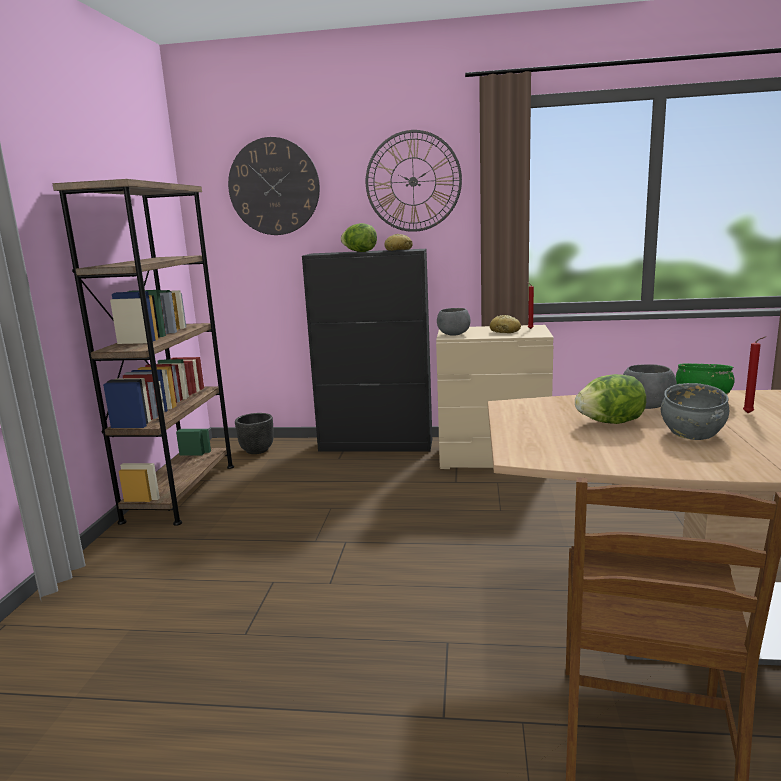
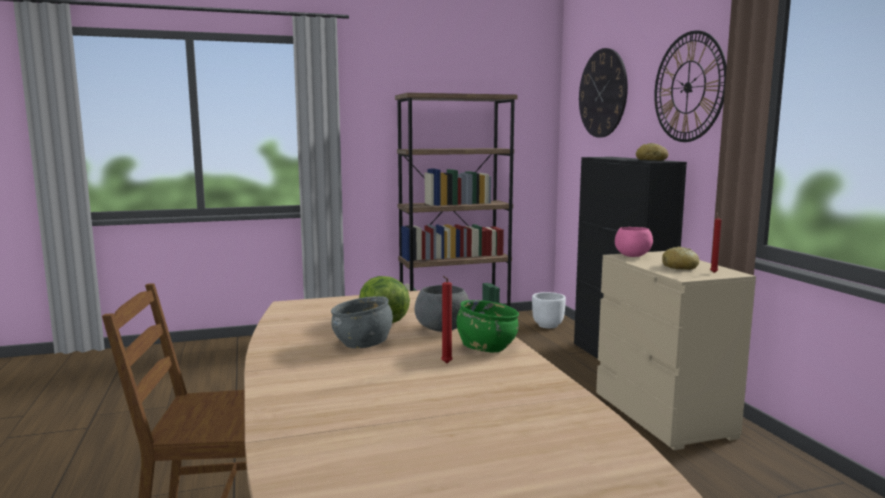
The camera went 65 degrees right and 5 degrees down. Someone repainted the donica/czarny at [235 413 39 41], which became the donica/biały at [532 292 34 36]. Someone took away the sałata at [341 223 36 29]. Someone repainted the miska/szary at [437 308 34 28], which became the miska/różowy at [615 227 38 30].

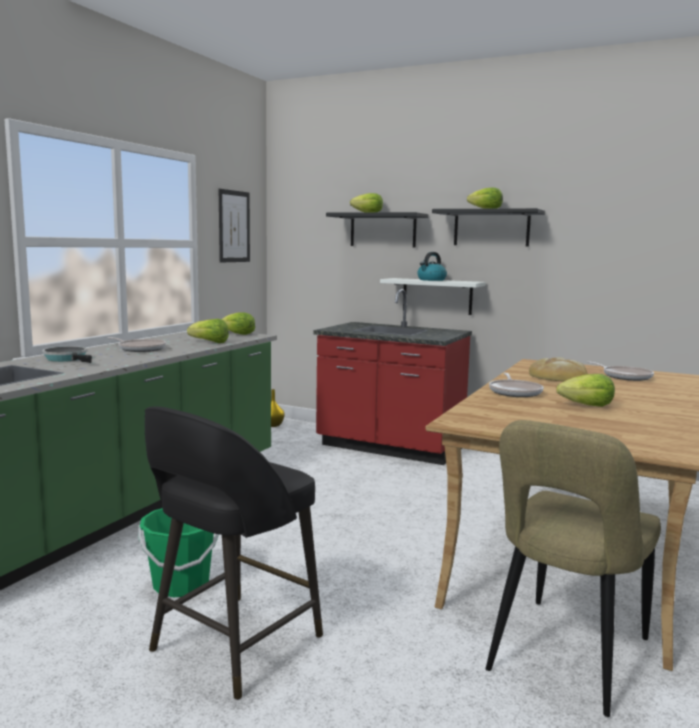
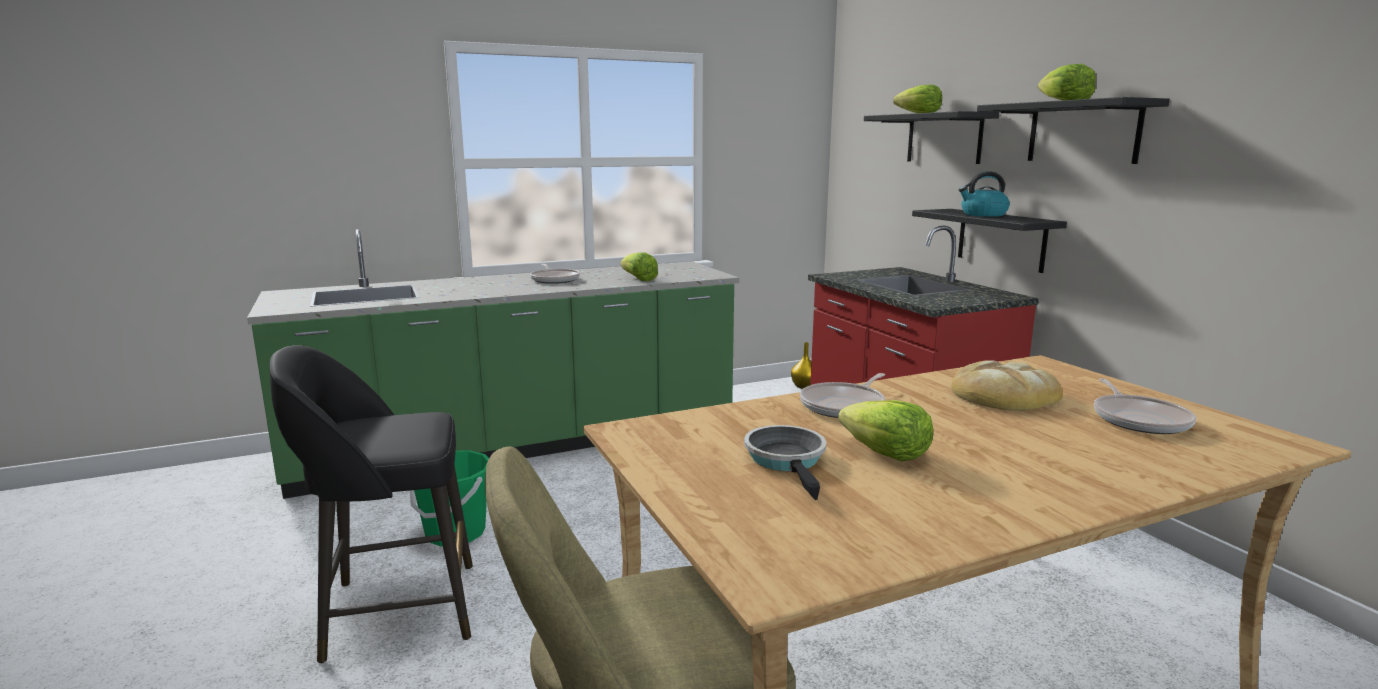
The camera went 40 degrees right and 5 degrees up. Someone carried the patelnia from [42 346 50 17] to [744 425 82 75]. Someone took away the obraz at [219 189 31 74]. Someone took away the sałata at [221 312 34 23]. Someone repainted the półka/biały at [380 278 106 37], which became the półka/czarny at [912 209 155 64].

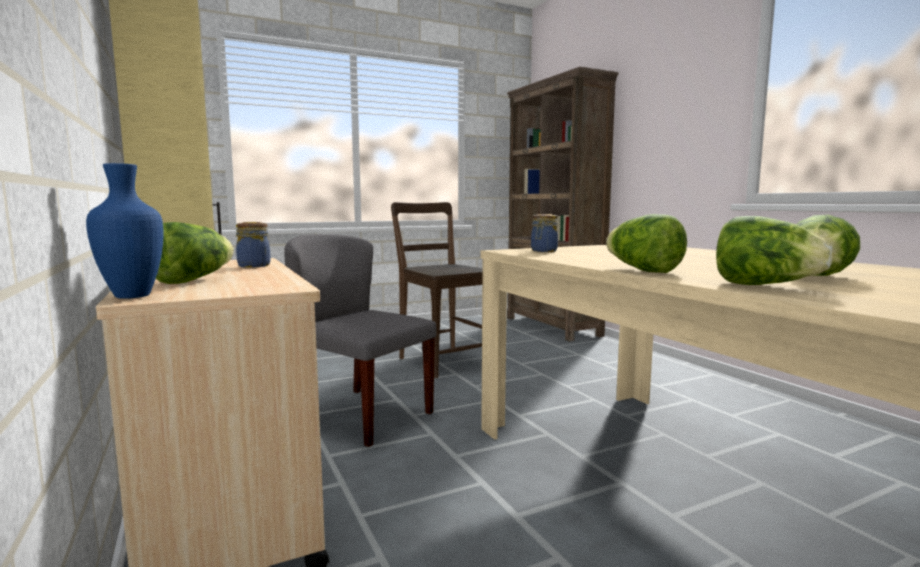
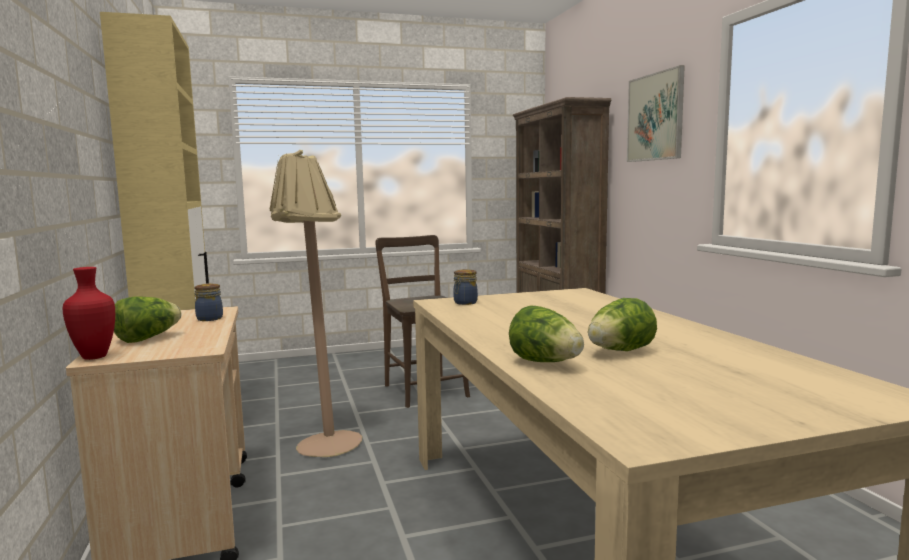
The camera went 10 degrees right and 0 degrees up. Someone repainted the wazon/niebieski at [86 163 78 136], which became the wazon/czerwony at [62 267 53 93]. Someone swapped the krzesło/szary at [284 234 153 213] for the lampa stojąca/beżowy at [270 150 92 307]. Someone took away the sałata at [606 214 81 59]. Someone put up the obraz at [627 65 58 97].

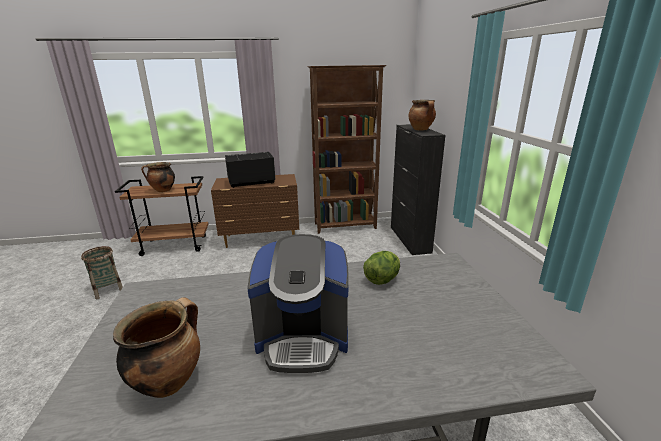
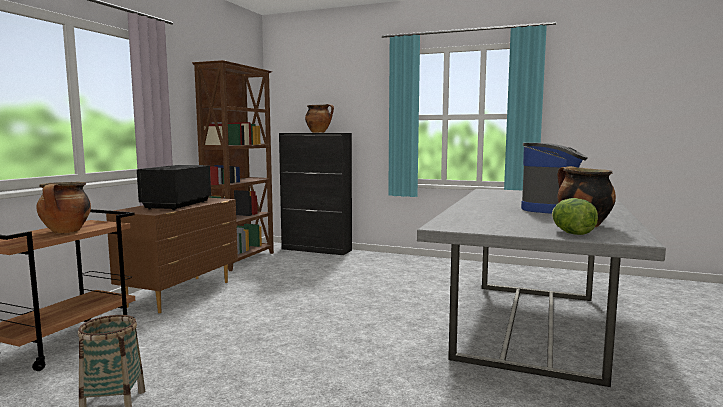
The camera went 60 degrees left and 15 degrees down. Someone carried the sałata from [363 251 37 34] to [552 198 46 37].

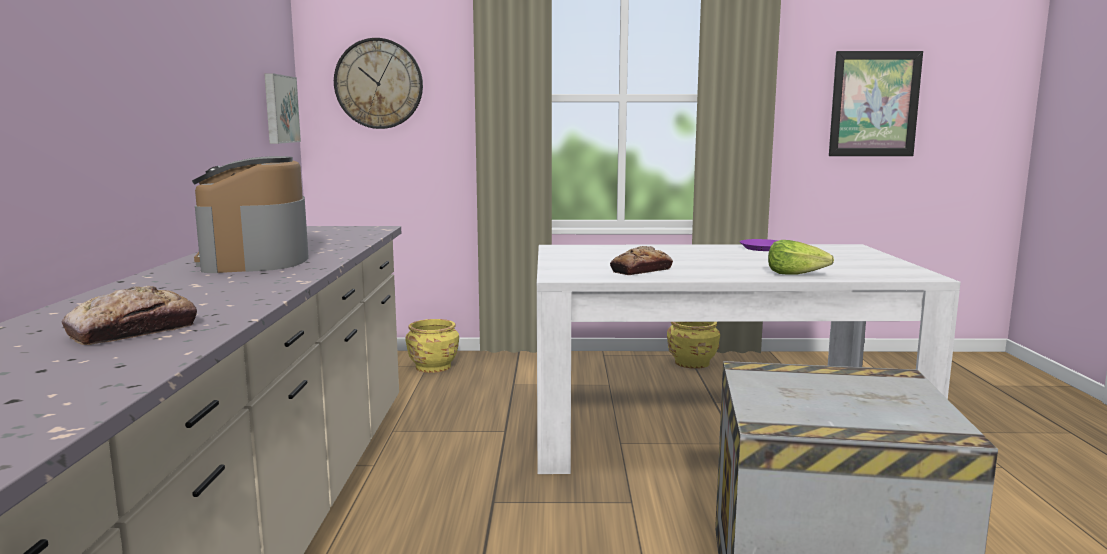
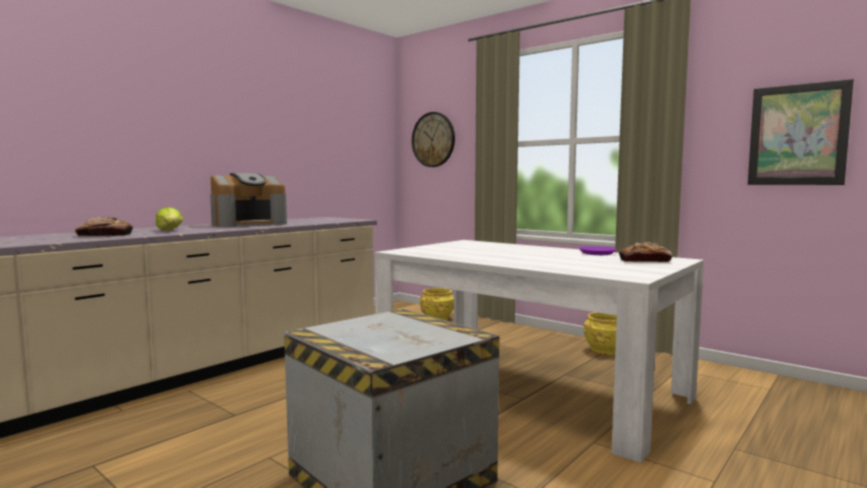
The camera went 40 degrees right and 5 degrees down. Someone rotated the ekspres do kawy at [192 156 117 117] by 150 degrees counterclockwise. Someone took away the obraz at [264 73 37 71]. Someone carried the chleb from [610 246 63 29] to [619 242 53 20]. Someone carried the sałata from [768 240 66 35] to [156 207 27 23].

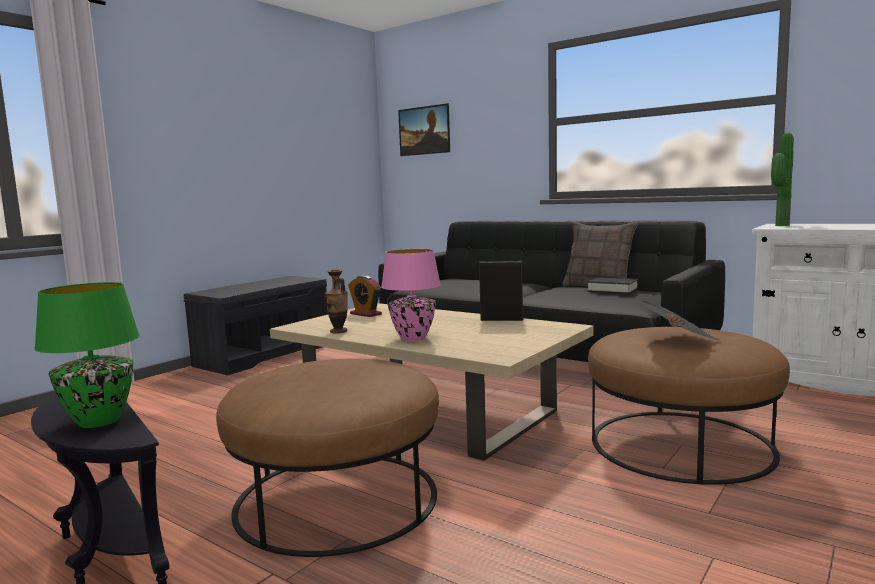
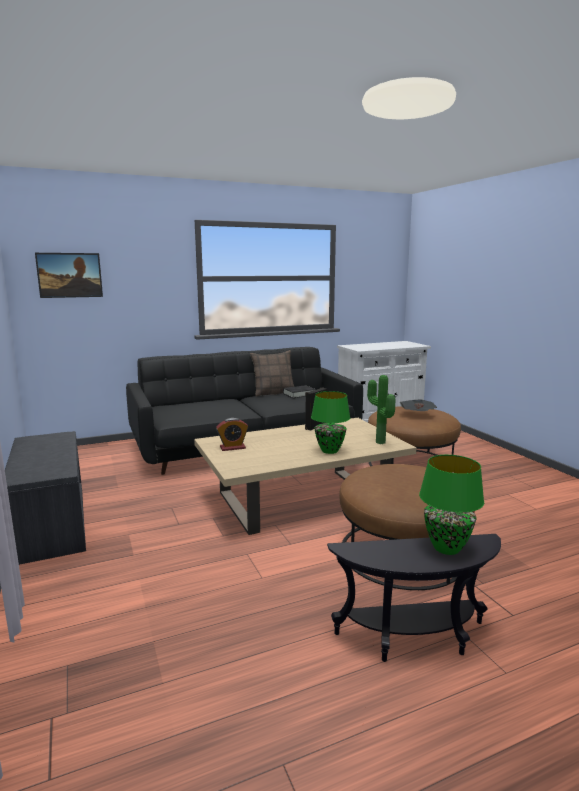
The camera went 60 degrees left and 5 degrees up. Someone took away the wazon at [325 270 23 64]. Someone repainted the lampa stołowa/różowy at [381 249 60 92], which became the lampa stołowa/zielony at [311 391 39 63]. Someone carried the roślina doniczkowa from [771 133 23 93] to [367 375 28 69].

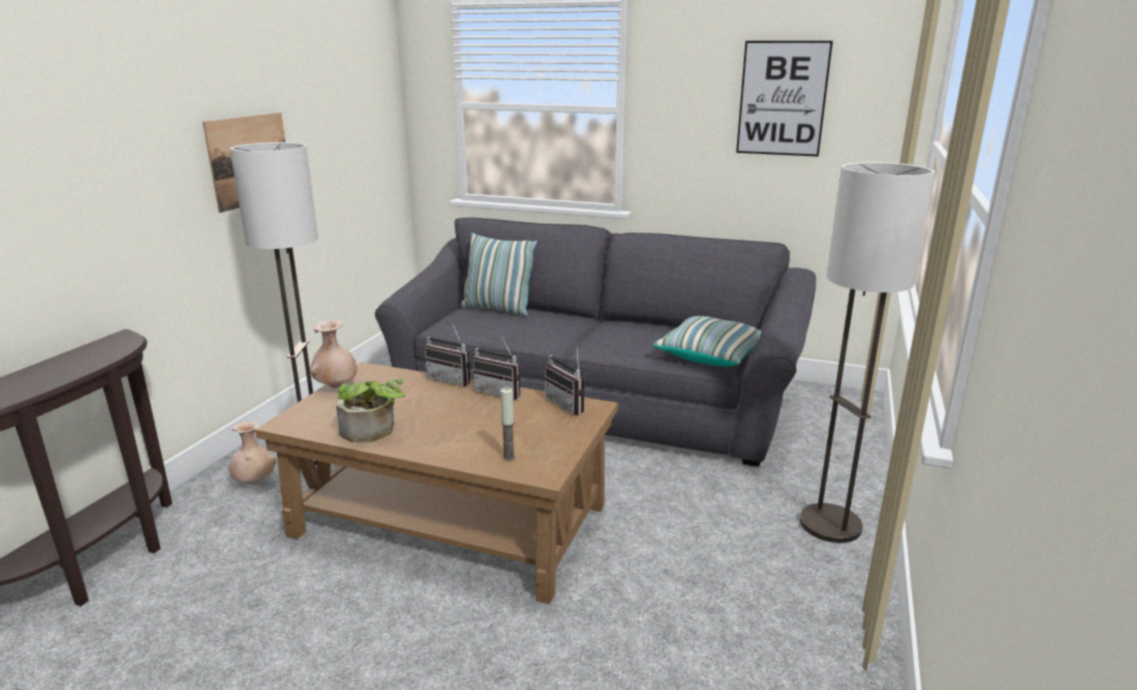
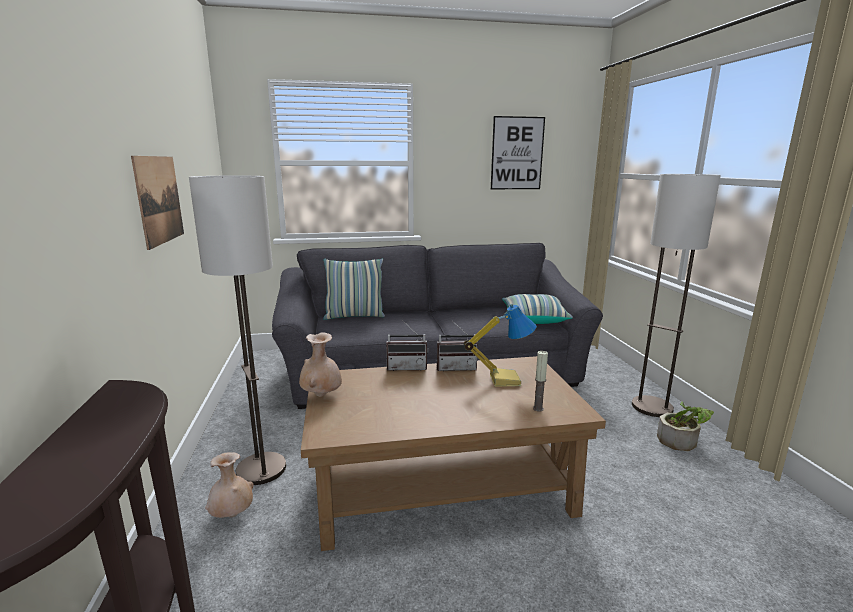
The camera went 30 degrees left and 5 degrees down. Someone carried the roślina doniczkowa from [336 378 70 64] to [657 402 57 49]. Someone took away the radio at [545 345 39 70]. Someone put down the lampa stołowa at [464 304 73 83].

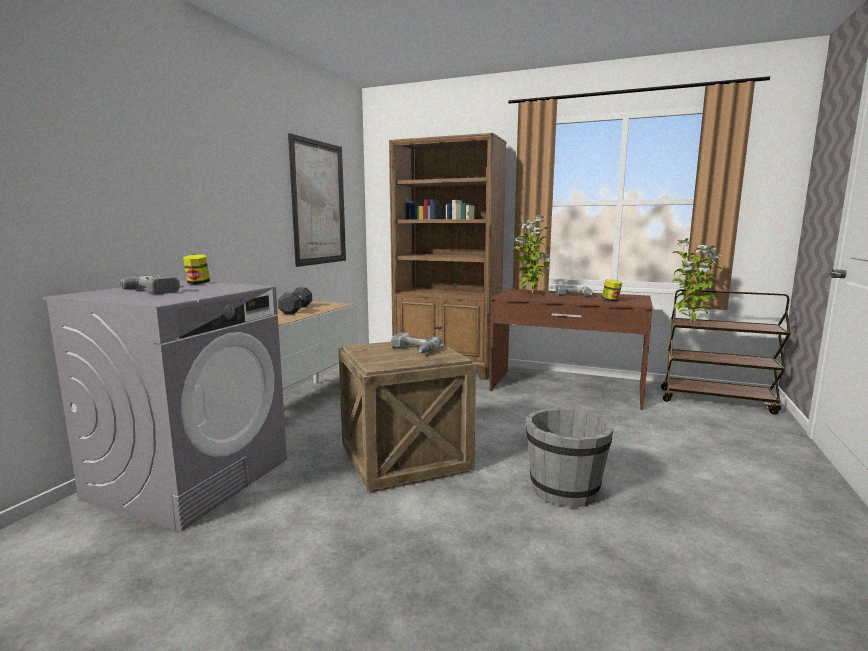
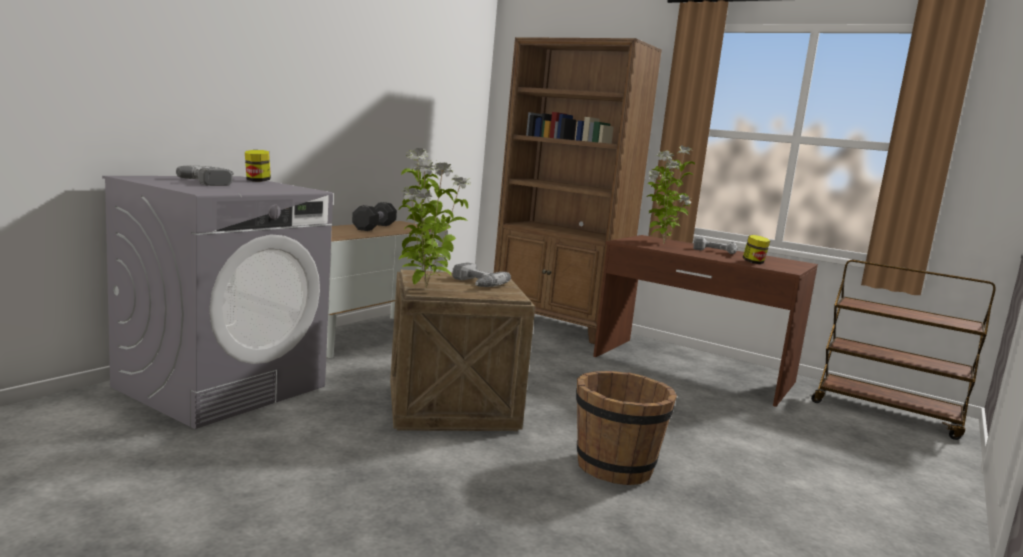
The camera went 10 degrees right and 0 degrees up. Someone took away the obraz at [288 133 58 134]. Someone repainted the wiadro/szary at [526 408 88 99], which became the wiadro/brązowy at [576 371 101 114]. Someone carried the roślina doniczkowa from [672 238 52 86] to [399 148 72 141].

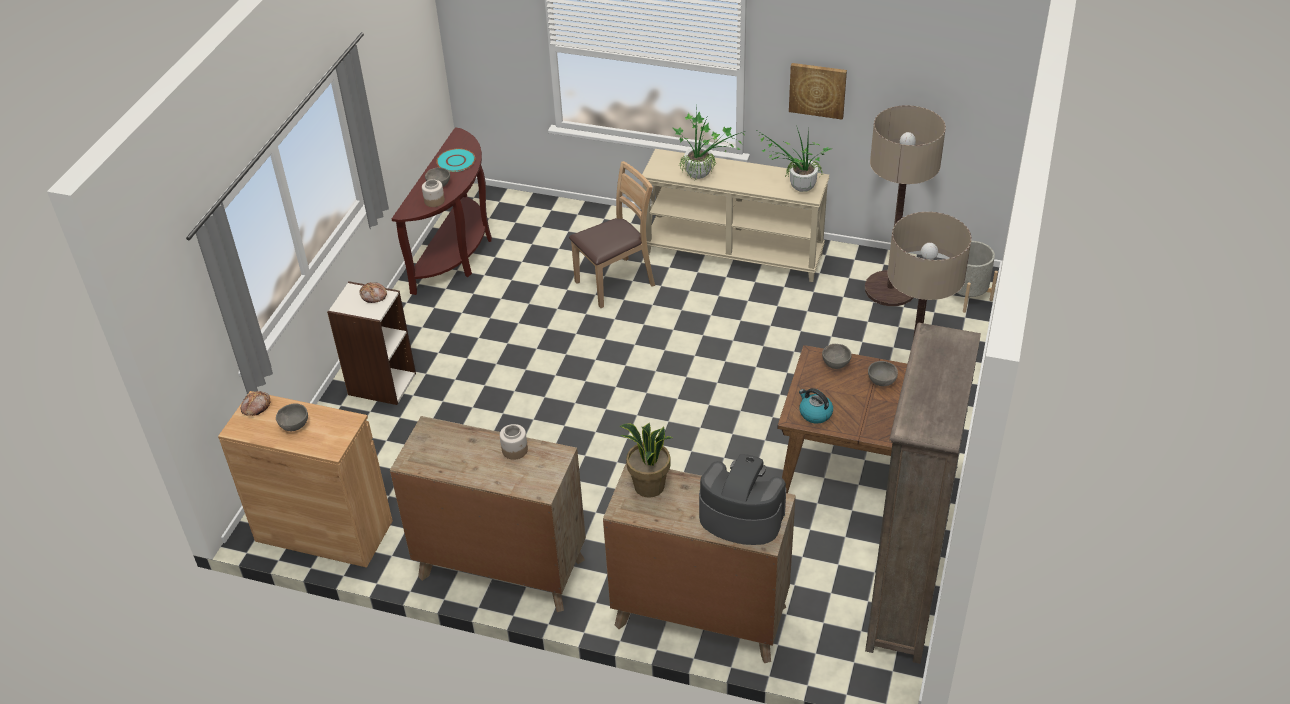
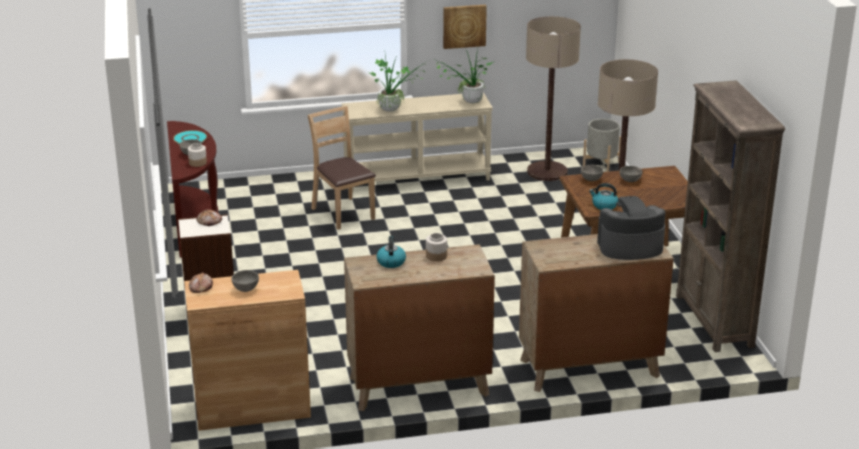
The camera went 30 degrees left and 15 degrees down. Someone rotated the krzesło/brązowy at [569 161 86 147] by 60 degrees counterclockwise. Someone took away the roślina doniczkowa at [620 423 52 75]. Someone put down the czajnik at [376 236 30 32].

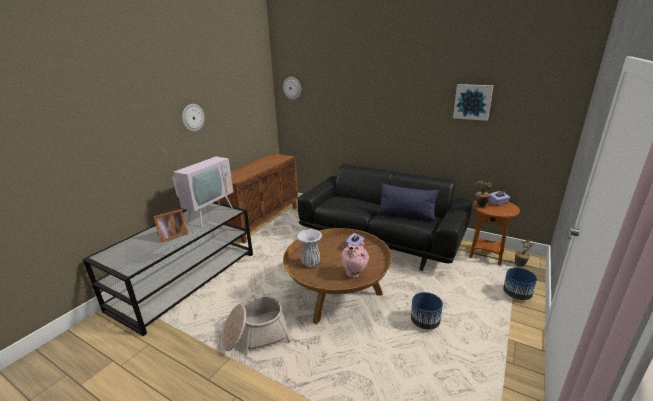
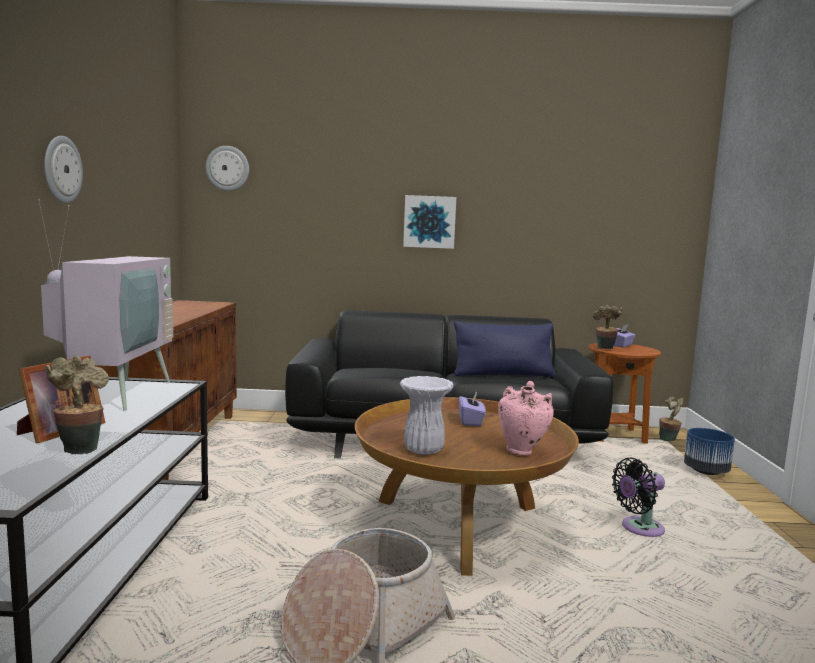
The camera went 30 degrees left and 15 degrees down. Someone swapped the donica/niebieski at [411 292 32 38] for the wentylator/czarny at [612 458 53 79]. Someone carried the obraz from [453 84 41 37] to [403 195 53 54]. Someone put down the roślina doniczkowa at [45 356 64 98].

